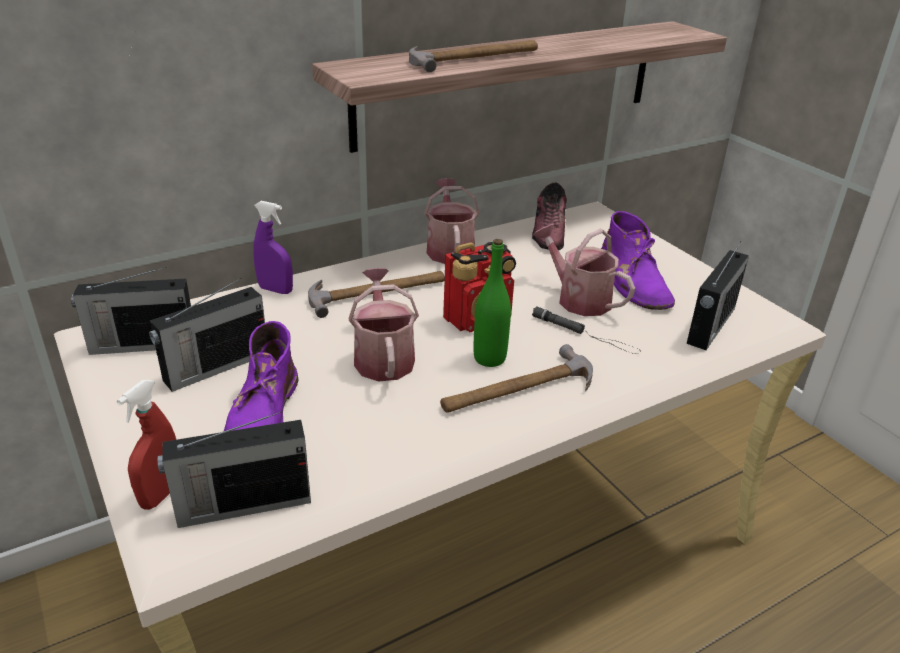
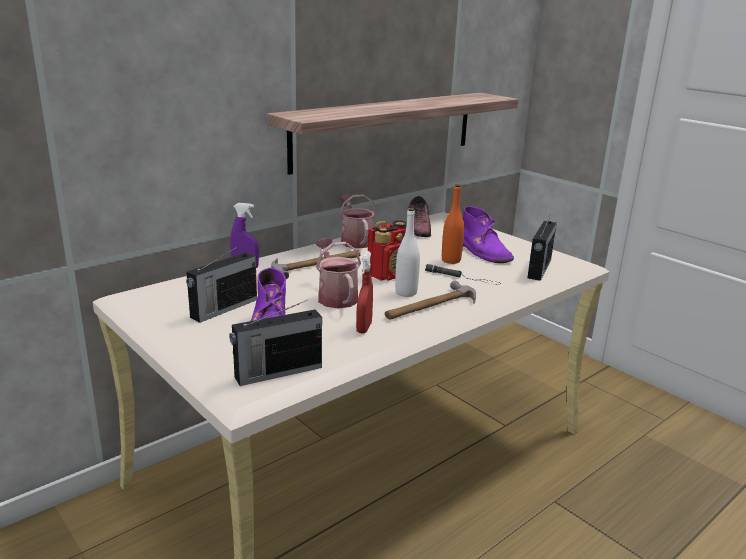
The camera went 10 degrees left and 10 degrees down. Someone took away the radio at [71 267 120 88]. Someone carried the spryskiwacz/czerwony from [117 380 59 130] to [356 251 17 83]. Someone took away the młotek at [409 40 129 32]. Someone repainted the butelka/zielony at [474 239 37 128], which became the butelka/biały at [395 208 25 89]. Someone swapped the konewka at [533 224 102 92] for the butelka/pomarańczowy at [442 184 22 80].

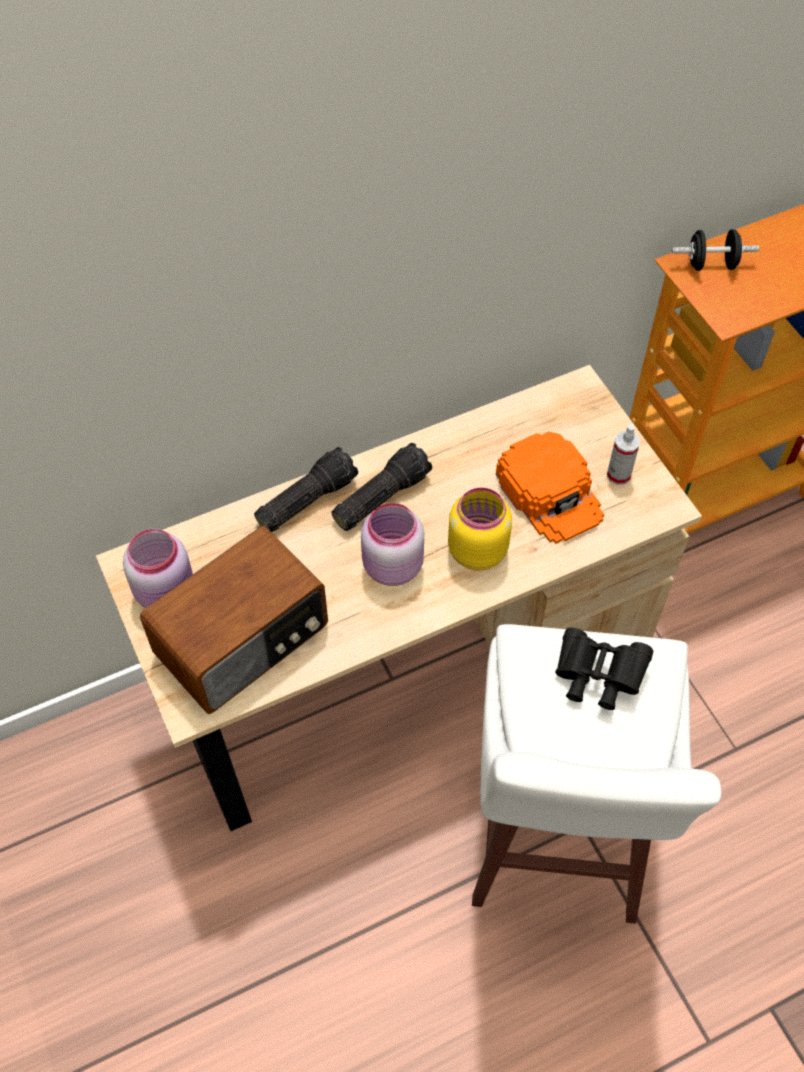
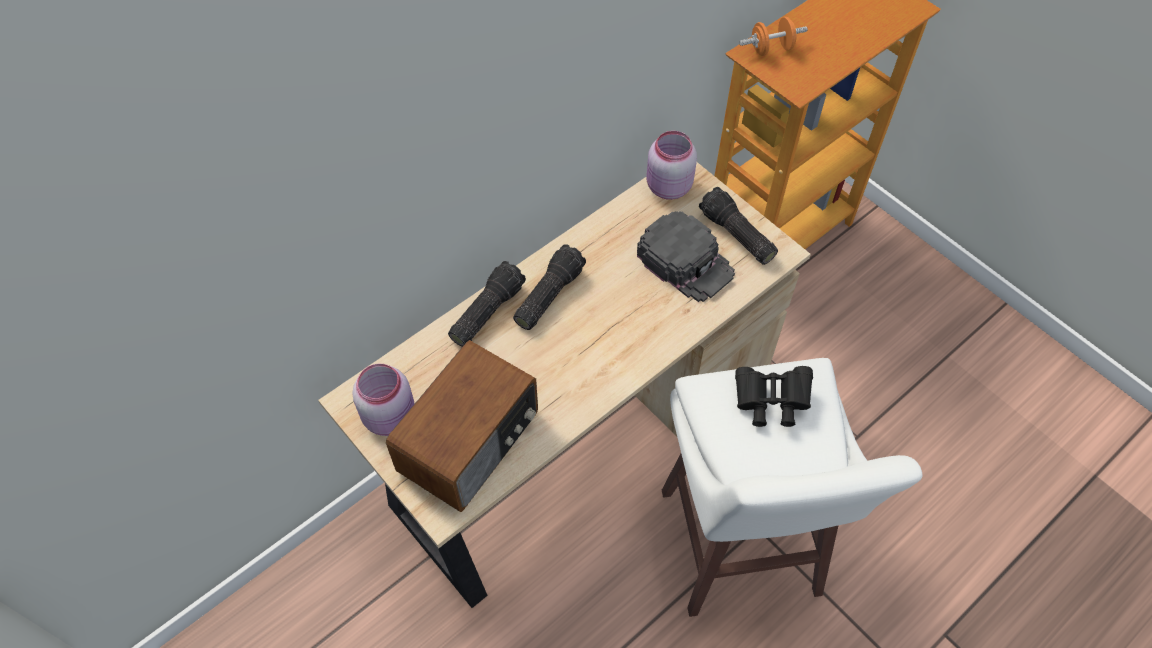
The camera went 15 degrees left and 0 degrees up. Someone carried the słoik/różowy from [361 503 63 83] to [646 131 51 69]. Someone took away the słoik/żółty at [448 487 64 84]. Someone repainted the czapka z daszkiem/pomarańczowy at [496 431 108 113], which became the czapka z daszkiem/czarny at [637 211 98 91]. Someone swapped the spryskiwacz at [607 424 33 61] for the latarka at [699 187 79 78]. Someone repainted the hantel/czarny at [672 229 87 42], which became the hantel/pomarańczowy at [739 17 69 39].

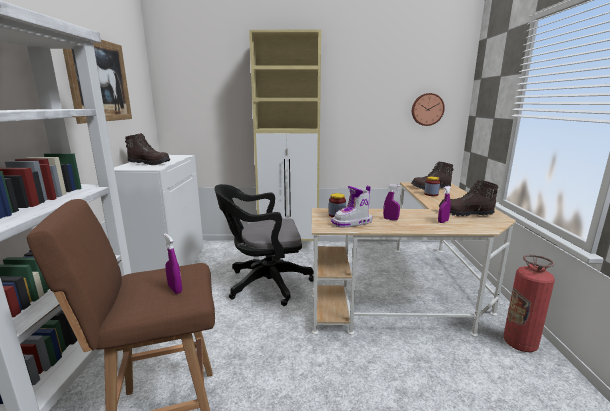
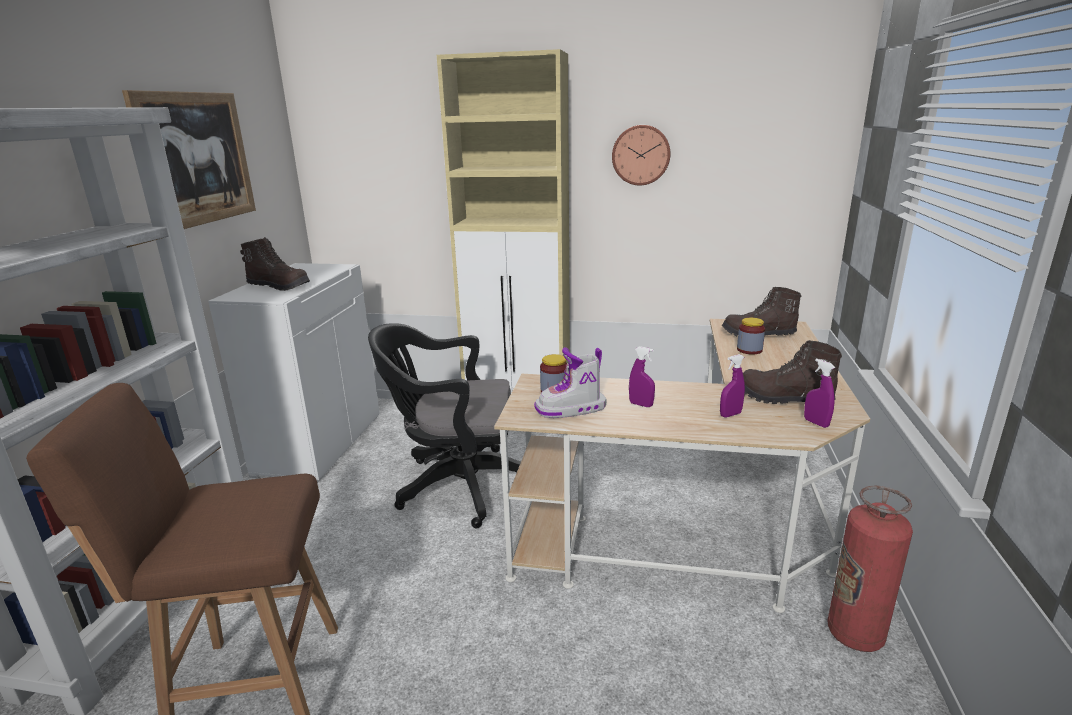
The camera went 10 degrees right and 5 degrees up. Someone carried the spryskiwacz/fioletowy from [164 234 18 60] to [804 358 31 70]. Someone carried the zegar ścienny from [412 93 33 33] to [612 125 58 60].

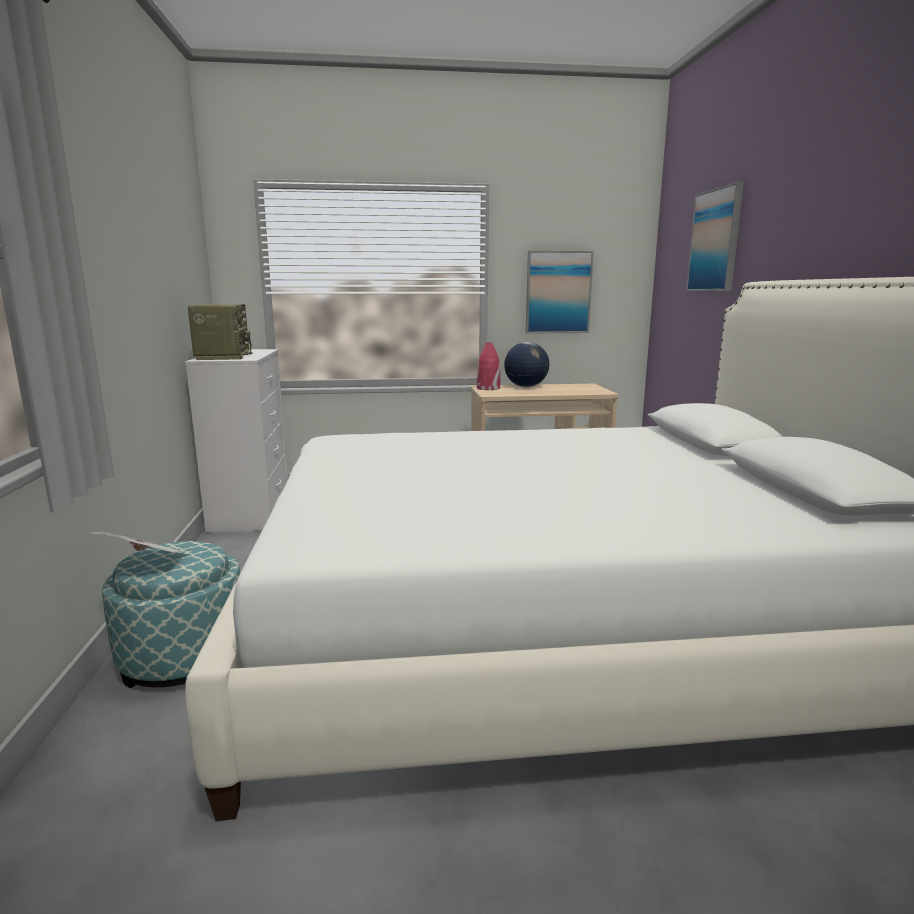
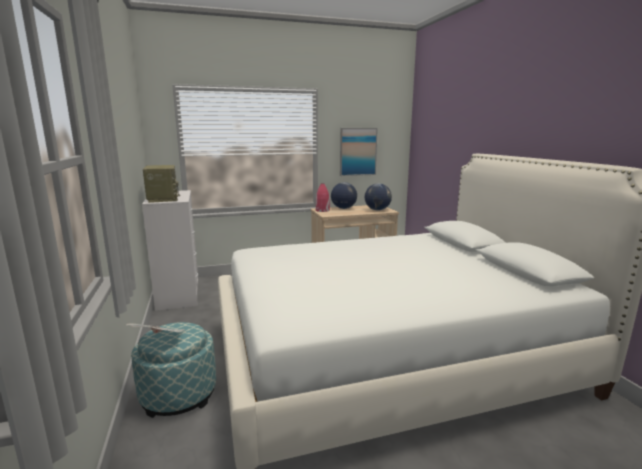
The camera went 10 degrees left and 0 degrees up. Someone took away the obraz at [686 182 58 109]. Someone put down the globus at [365 183 27 28].

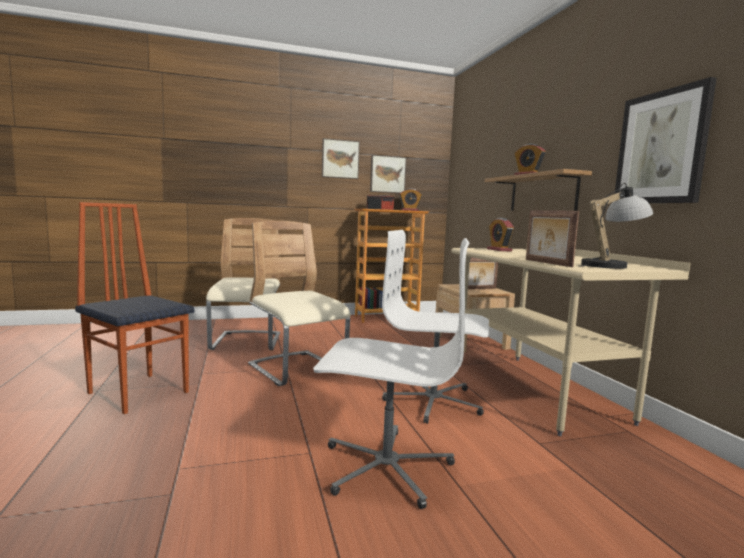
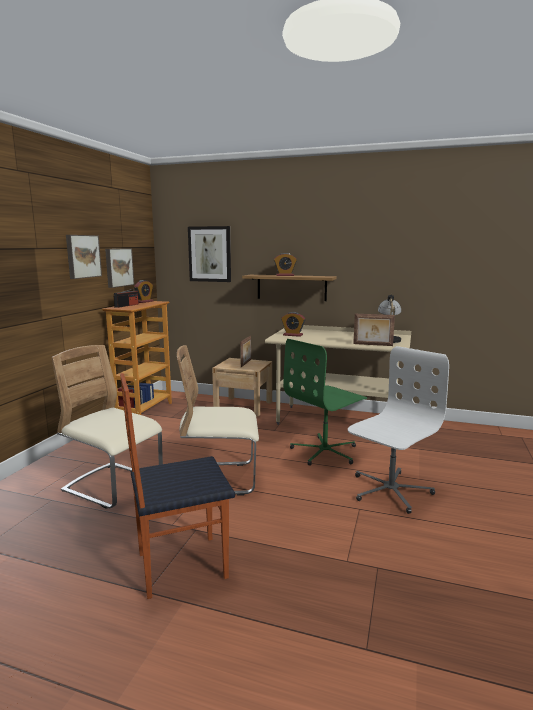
The camera went 55 degrees left and 5 degrees up. Someone repainted the krzesło biurowe/biały at [382 230 107 194], which became the krzesło biurowe/zielony at [283 339 84 127]. Someone carried the obraz from [615 77 102 126] to [188 226 43 56].

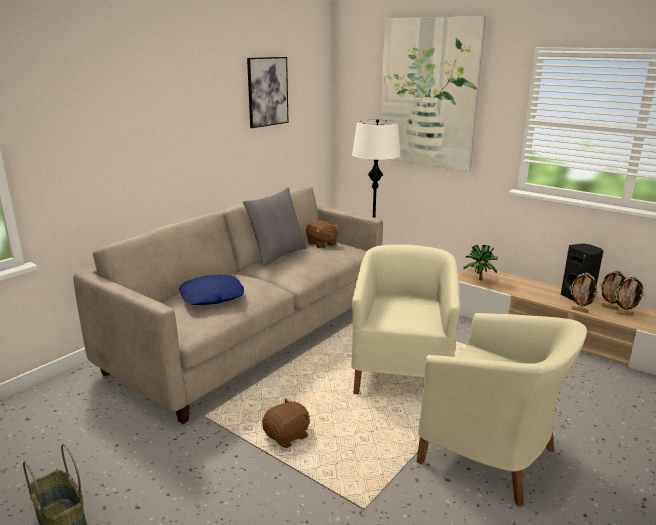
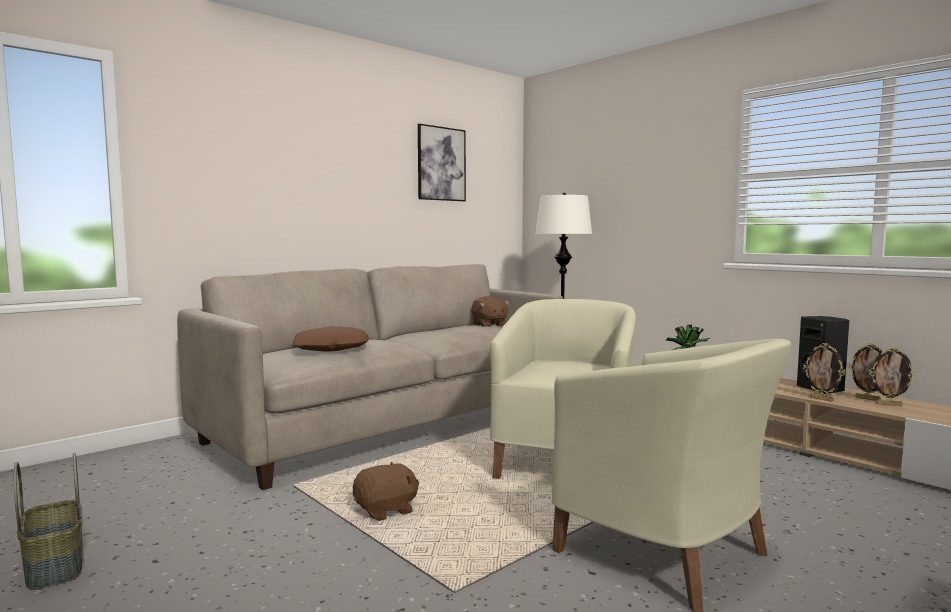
The camera went 10 degrees right and 15 degrees down. Someone repainted the poduszka/niebieski at [179 275 65 30], which became the poduszka/brązowy at [292 326 77 26]. Someone took away the poduszka/szary at [243 188 64 79]. Someone took away the obraz at [380 16 106 156].

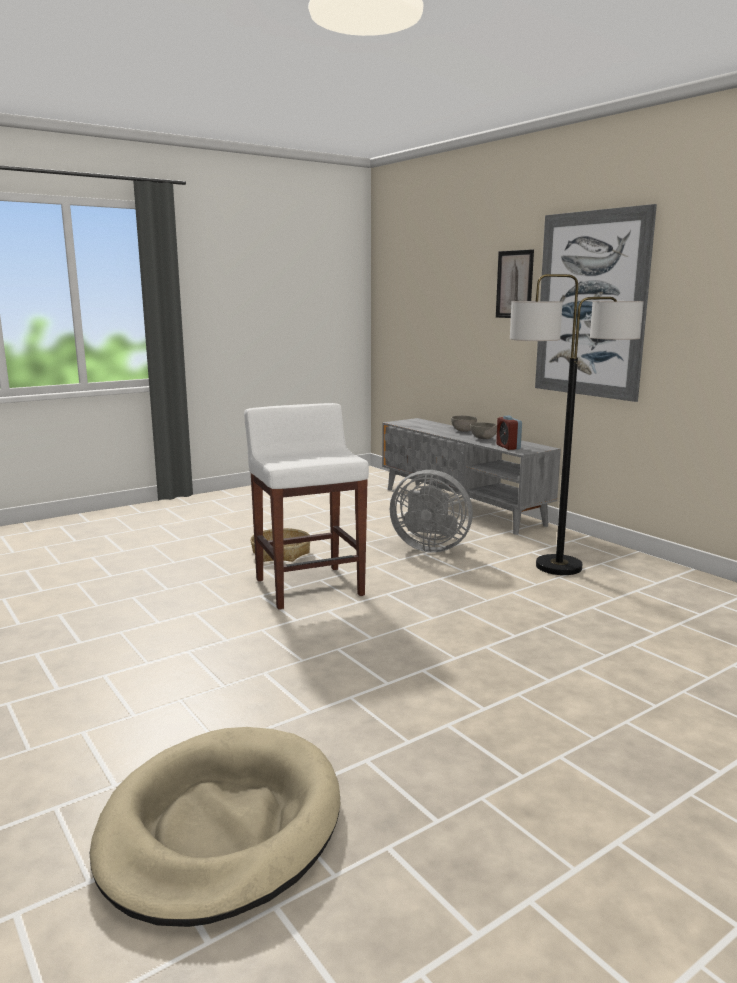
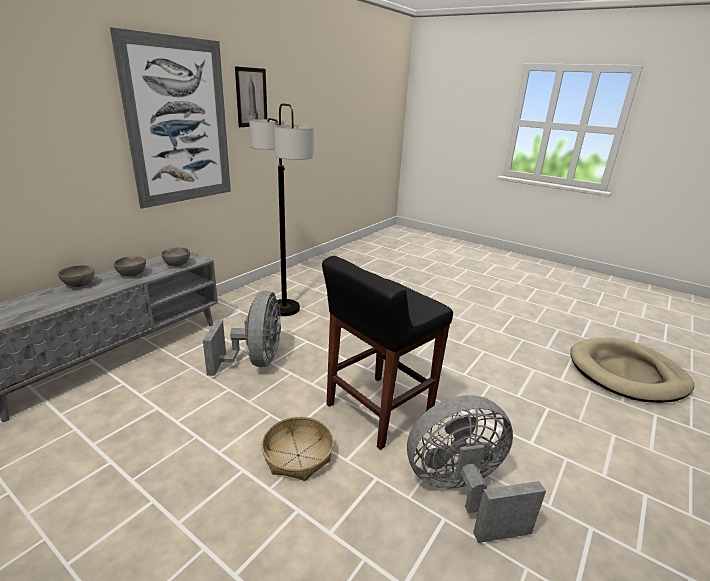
The camera went 110 degrees left and 10 degrees up. Someone repainted the stołek/biały at [244 403 125 207], which became the stołek/czarny at [322 256 131 194]. Someone carried the obraz from [496 249 38 69] to [235 66 32 61]. Someone swapped the budzik at [496 416 26 34] for the miska/szary at [161 247 29 19]. Someone put down the wentylator/szary at [407 395 139 148].

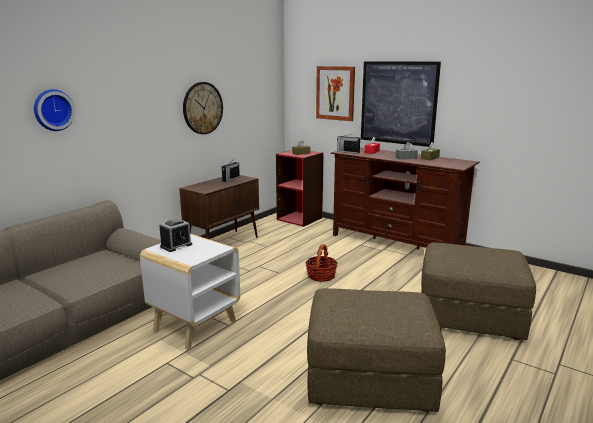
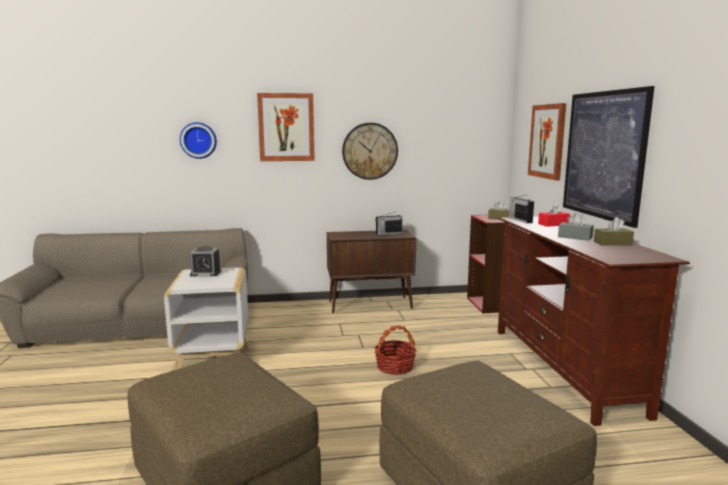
The camera went 45 degrees right and 5 degrees down. Someone put up the obraz at [257 93 58 68].

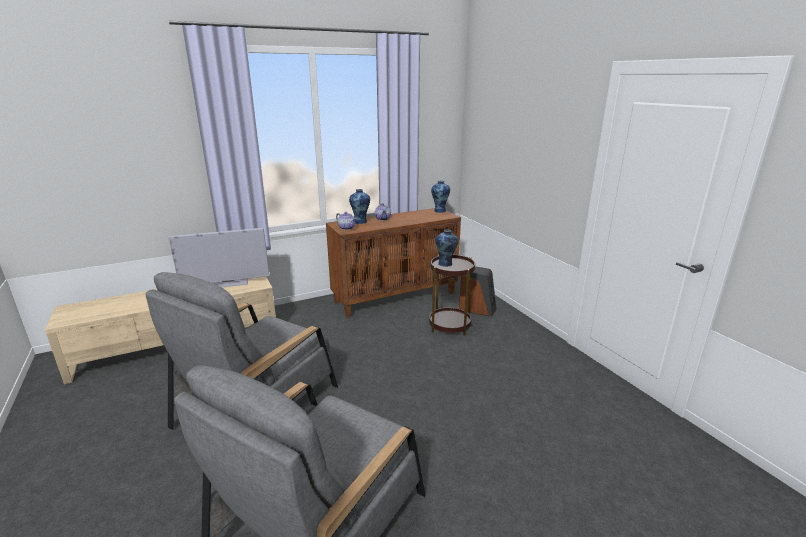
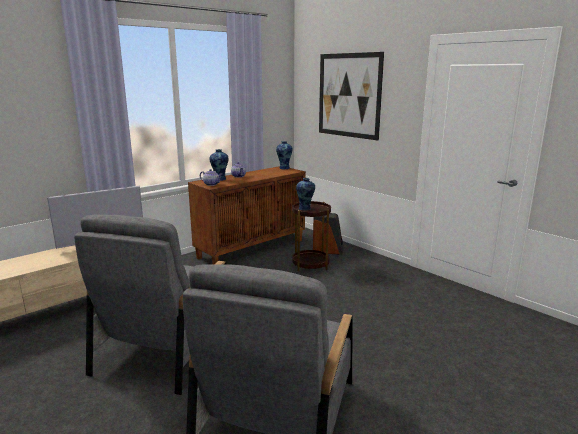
The camera went 15 degrees left and 5 degrees down. Someone put up the obraz at [319 52 65 89].

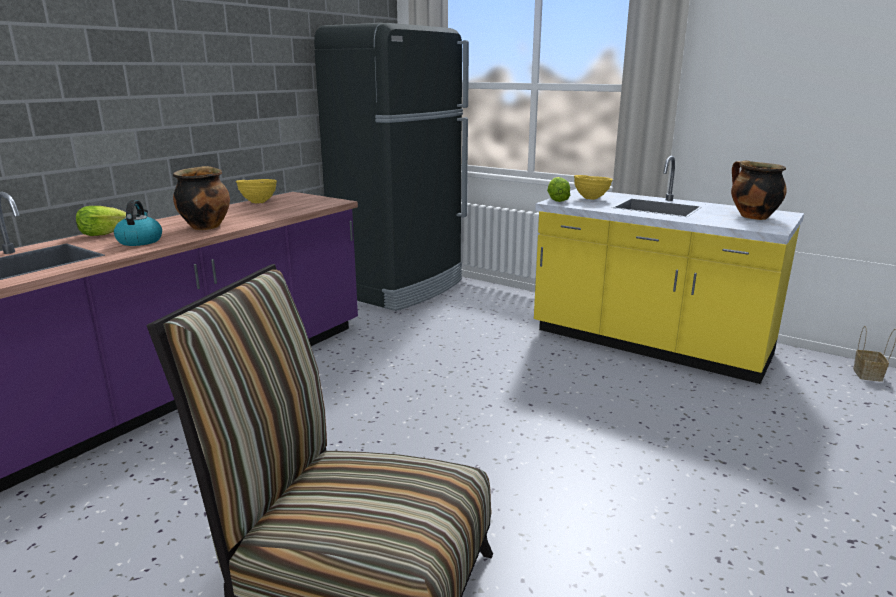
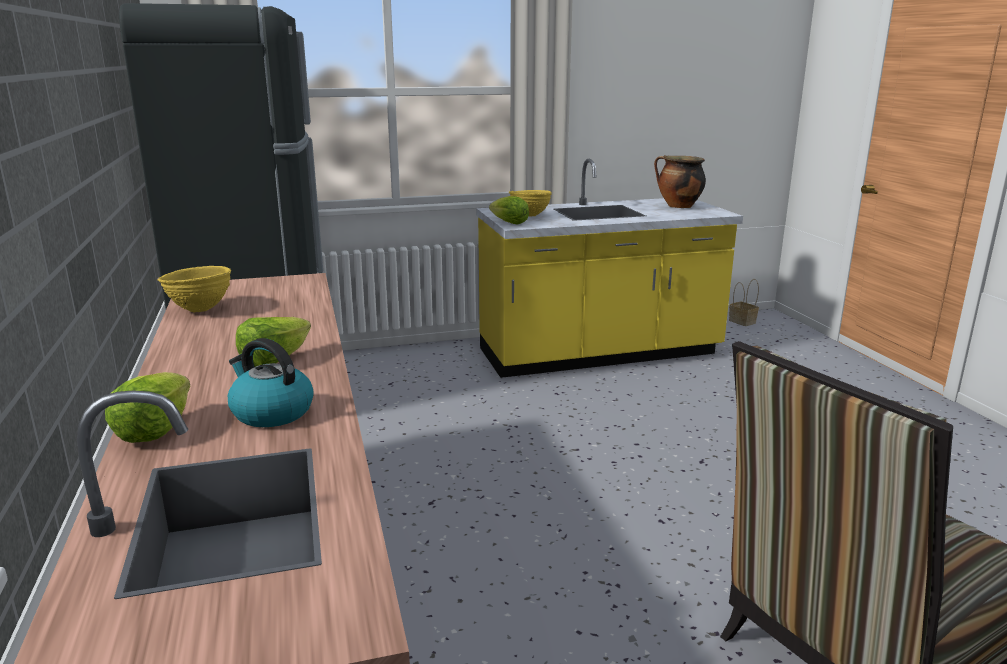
The camera went 50 degrees left and 0 degrees up. Someone swapped the garnek at [173 166 57 64] for the sałata at [236 317 75 50].

